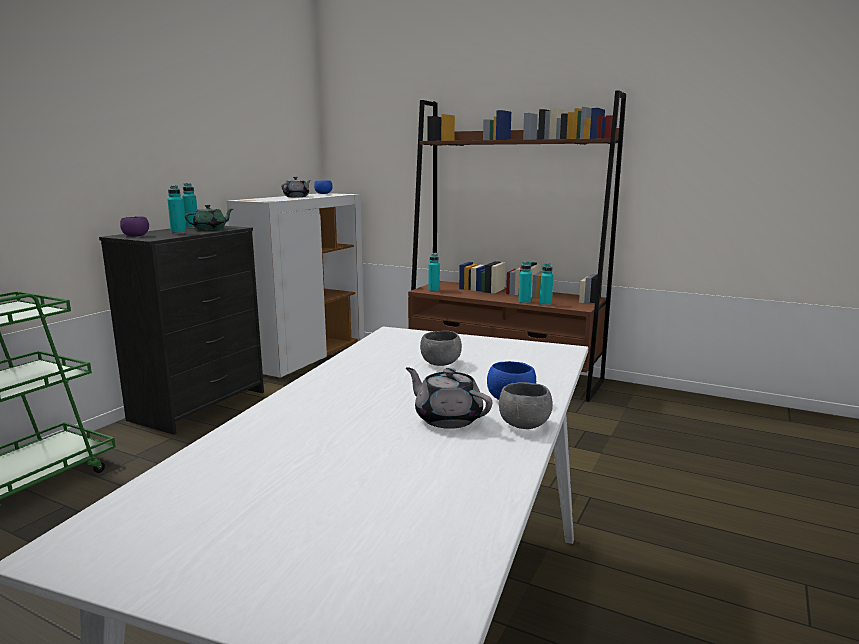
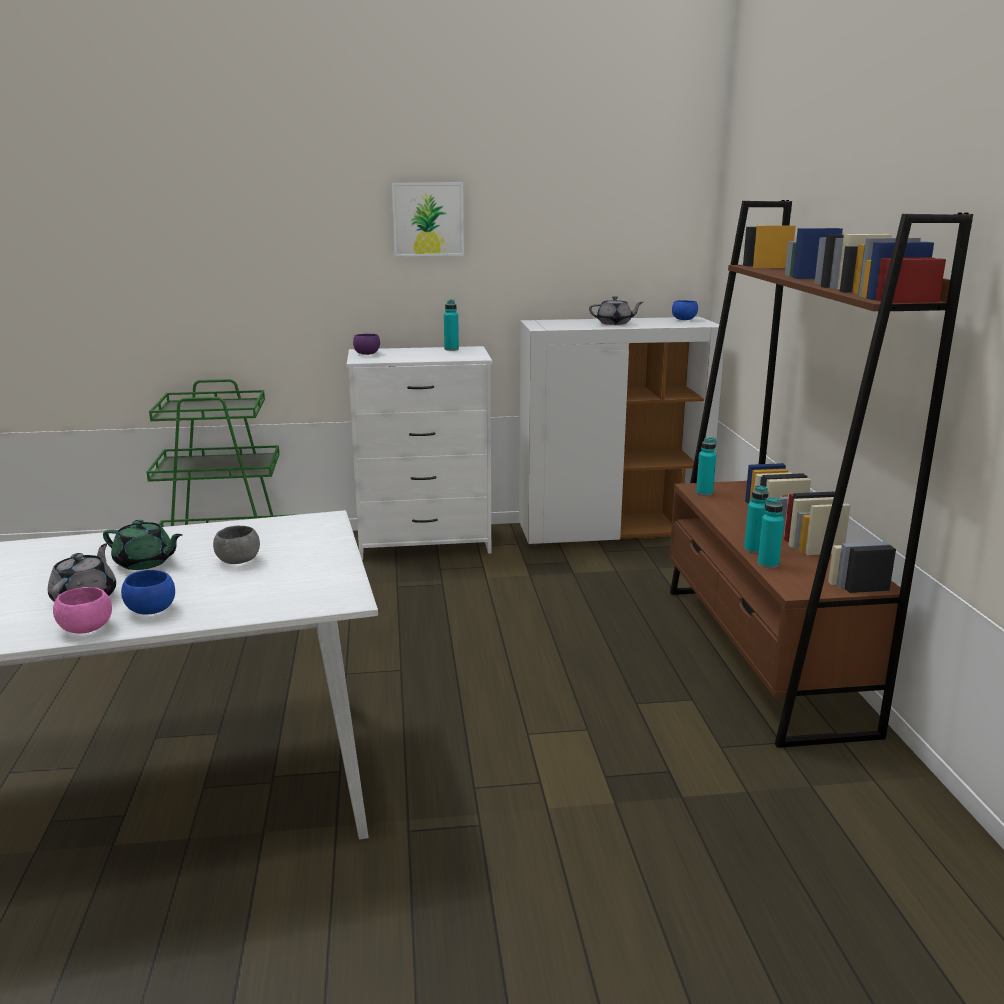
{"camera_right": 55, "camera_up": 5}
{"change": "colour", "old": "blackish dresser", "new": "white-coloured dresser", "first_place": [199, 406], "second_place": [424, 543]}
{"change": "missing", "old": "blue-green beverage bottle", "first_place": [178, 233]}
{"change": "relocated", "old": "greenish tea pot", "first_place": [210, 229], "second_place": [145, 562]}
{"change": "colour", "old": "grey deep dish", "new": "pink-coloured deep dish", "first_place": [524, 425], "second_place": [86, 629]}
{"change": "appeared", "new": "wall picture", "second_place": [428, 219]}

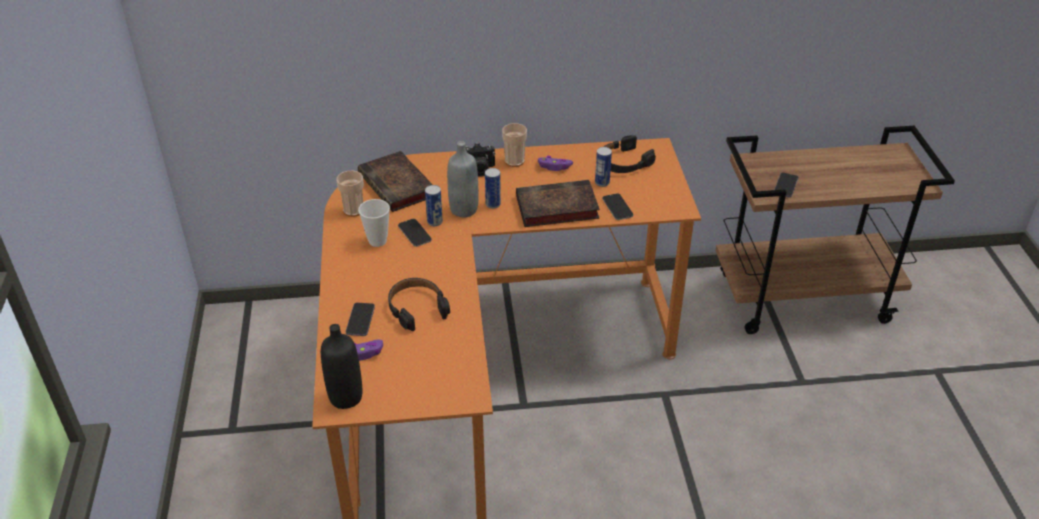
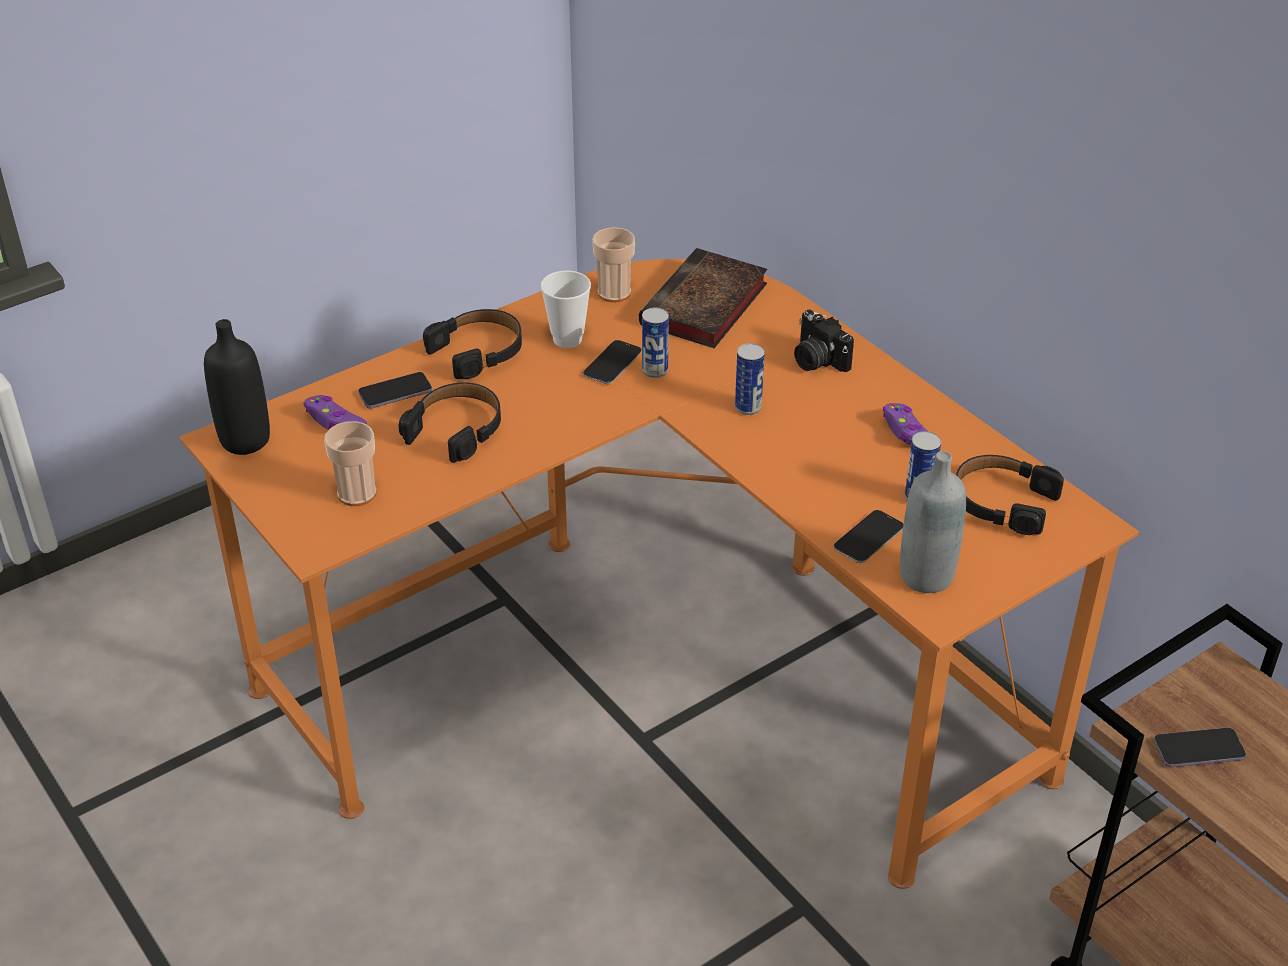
{"camera_right": 60, "camera_up": 0}
{"change": "relocated", "old": "grey beverage bottle", "first_place": [464, 209], "second_place": [926, 576]}
{"change": "relocated", "old": "small cup", "first_place": [514, 161], "second_place": [357, 494]}
{"change": "missing", "old": "volume", "first_place": [555, 208]}
{"change": "appeared", "new": "blackish headset", "second_place": [478, 351]}

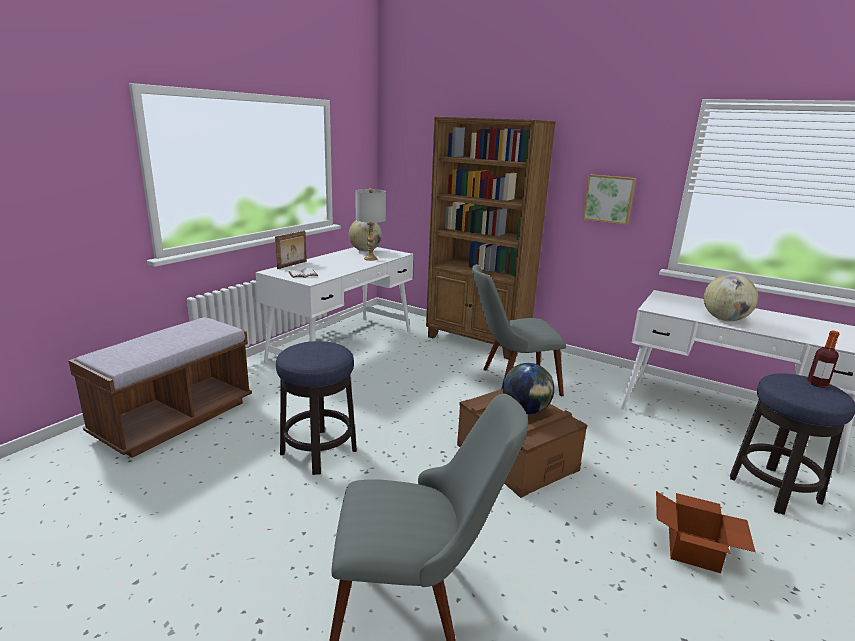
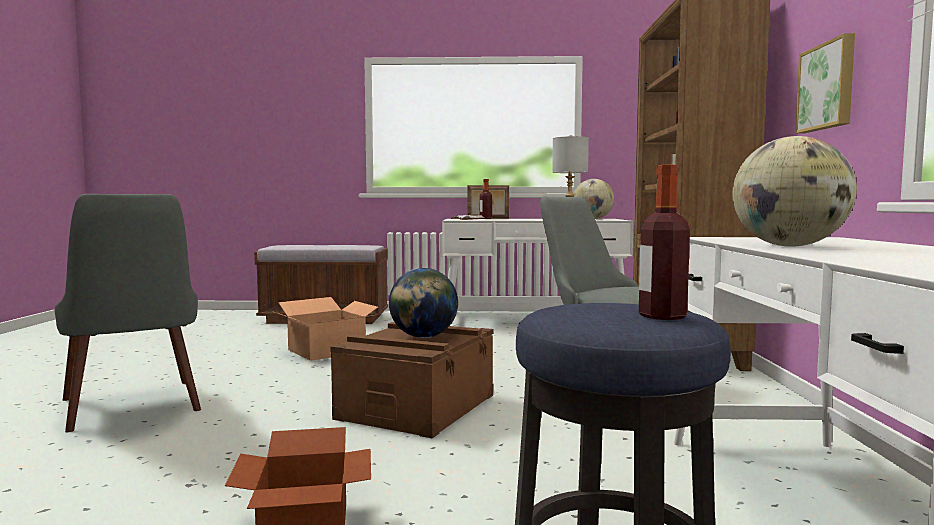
{"camera_right": 60, "camera_up": -15}
{"change": "exchanged", "old": "stool seat", "new": "cardboard box", "first_place": [319, 452], "second_place": [327, 351]}
{"change": "appeared", "new": "beverage bottle", "second_place": [485, 218]}

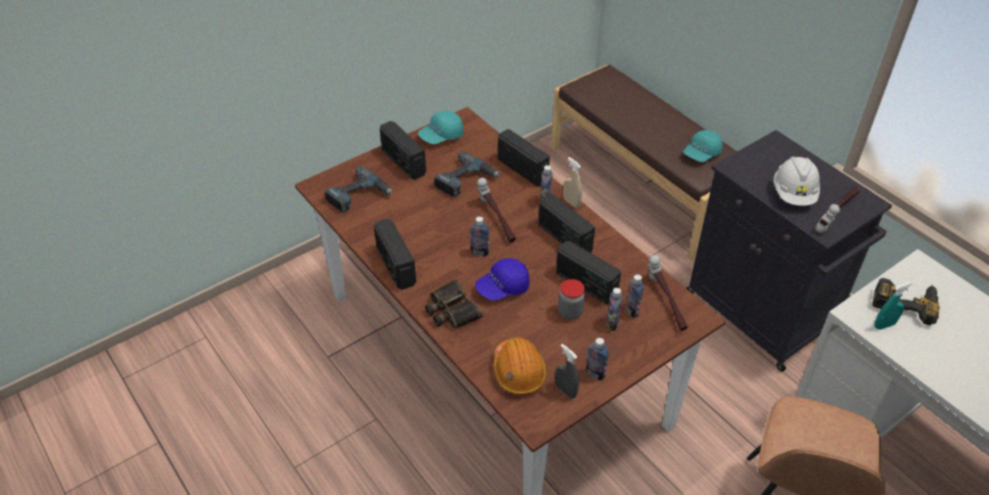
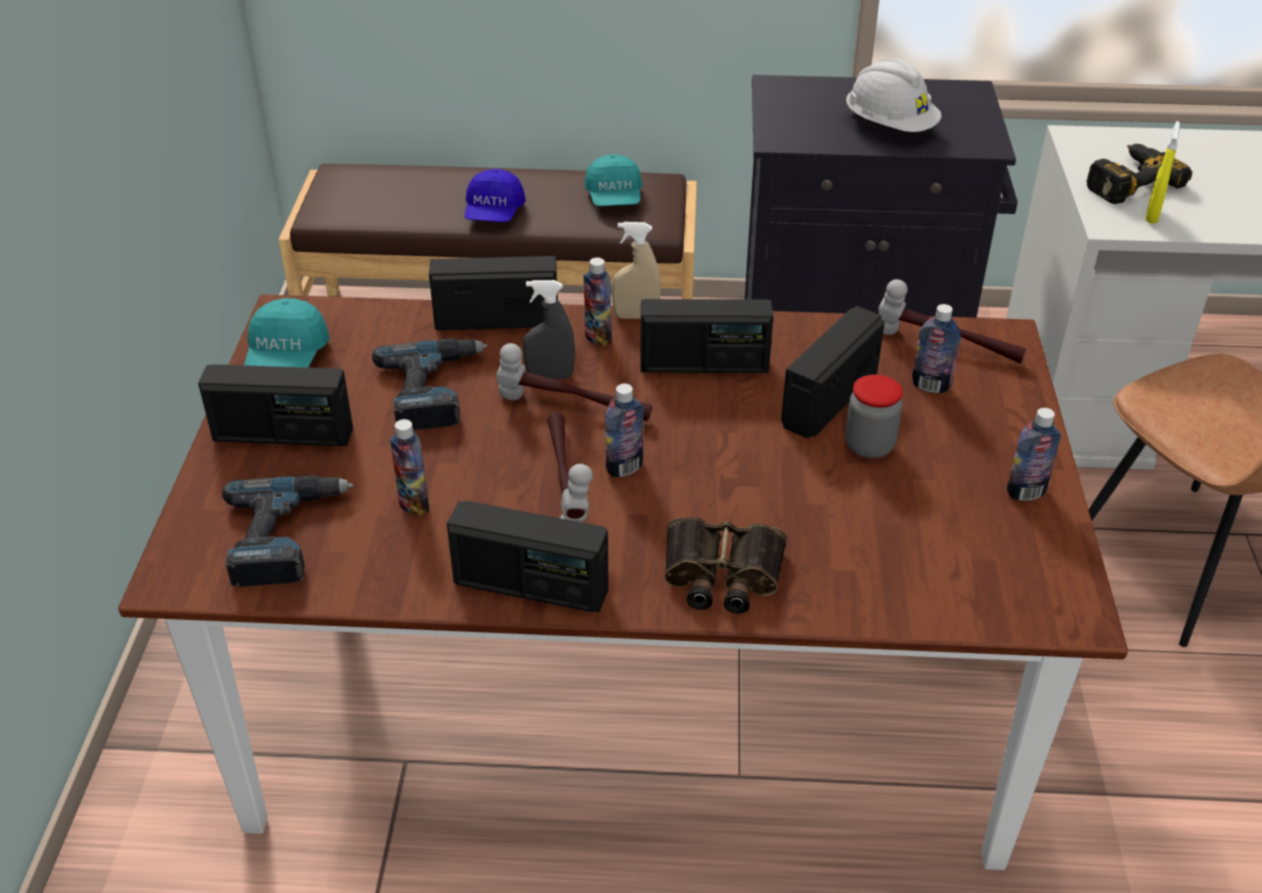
{"camera_right": -50, "camera_up": -5}
{"change": "relocated", "old": "blue peaked cap", "first_place": [502, 288], "second_place": [494, 213]}
{"change": "missing", "old": "orange-coloured safety helmet", "first_place": [519, 371]}
{"change": "relocated", "old": "grey hand sprayer", "first_place": [565, 391], "second_place": [550, 376]}
{"change": "spun", "old": "radio set", "first_place": [586, 284], "second_place": [828, 399], "degrees": 135}
{"change": "relocated", "old": "beverage bottle", "first_place": [612, 324], "second_place": [413, 504]}
{"change": "relocated", "old": "hand hammer", "first_place": [837, 214], "second_place": [566, 482]}
{"change": "colour", "old": "blue-green hand sprayer", "new": "yellowish hand sprayer", "first_place": [884, 325], "second_place": [1152, 215]}

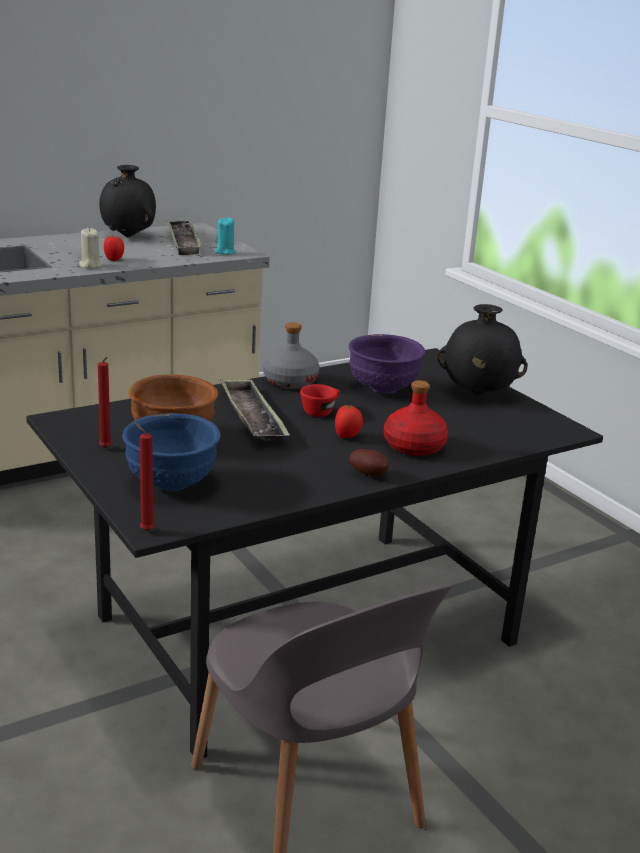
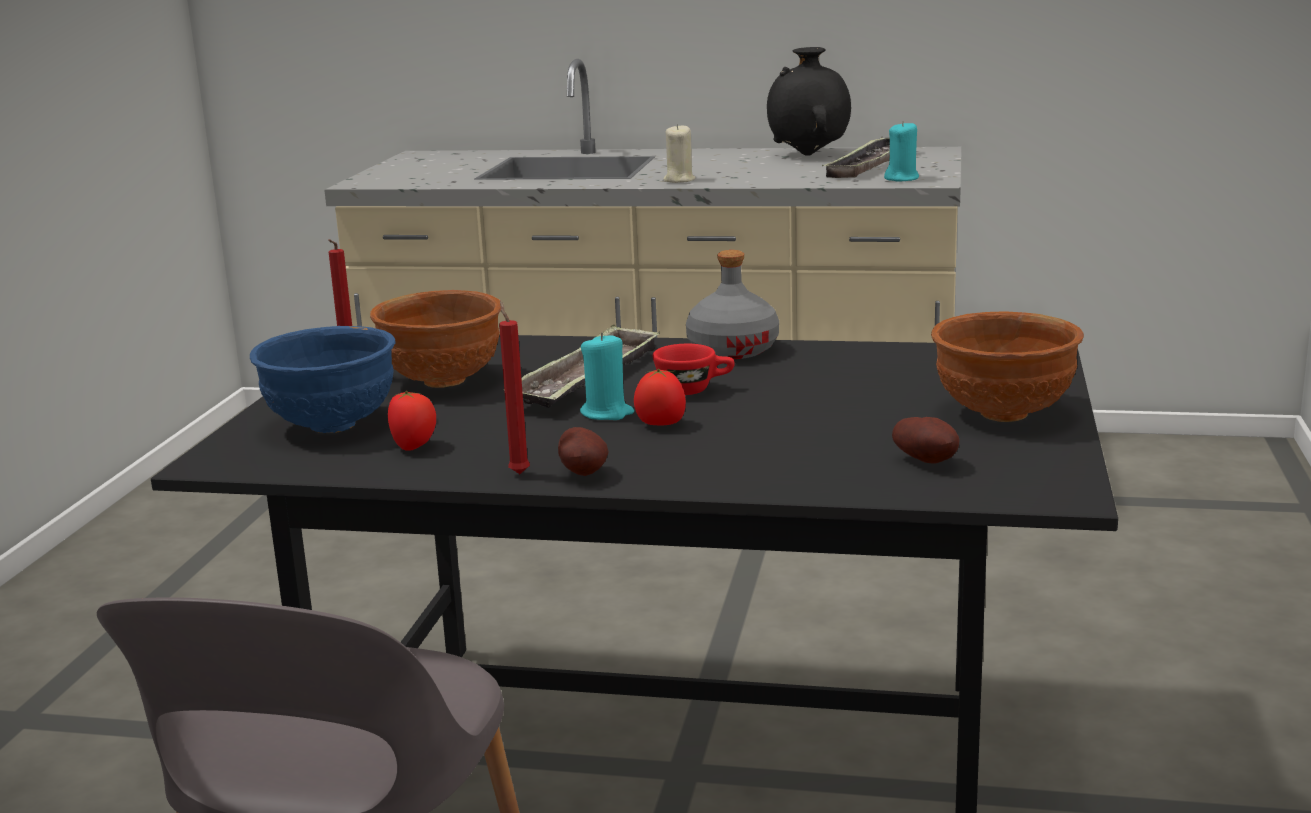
{"camera_right": 45, "camera_up": -5}
{"change": "relocated", "old": "fresh tomato", "first_place": [114, 260], "second_place": [414, 447]}
{"change": "relocated", "old": "red-coloured wax light", "first_place": [145, 530], "second_place": [518, 473]}
{"change": "missing", "old": "purple-coloured deep dish", "first_place": [382, 389]}
{"change": "missing", "old": "red-coloured beverage bottle", "first_place": [414, 447]}
{"change": "exchanged", "old": "blackish vase", "new": "brownish deep dish", "first_place": [477, 394], "second_place": [1001, 414]}
{"change": "appeared", "new": "blue-green wax light", "second_place": [607, 413]}
{"change": "appeared", "new": "whole potato", "second_place": [928, 462]}

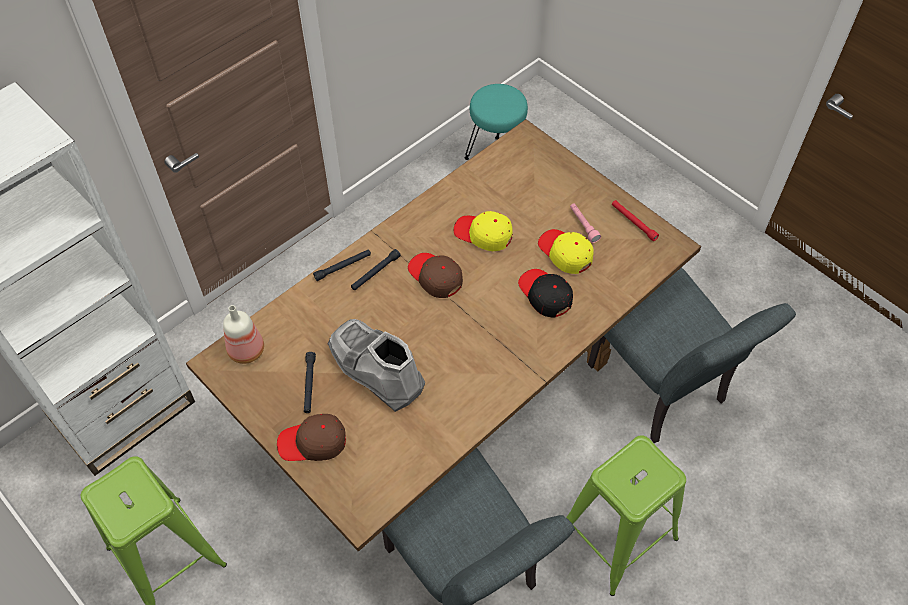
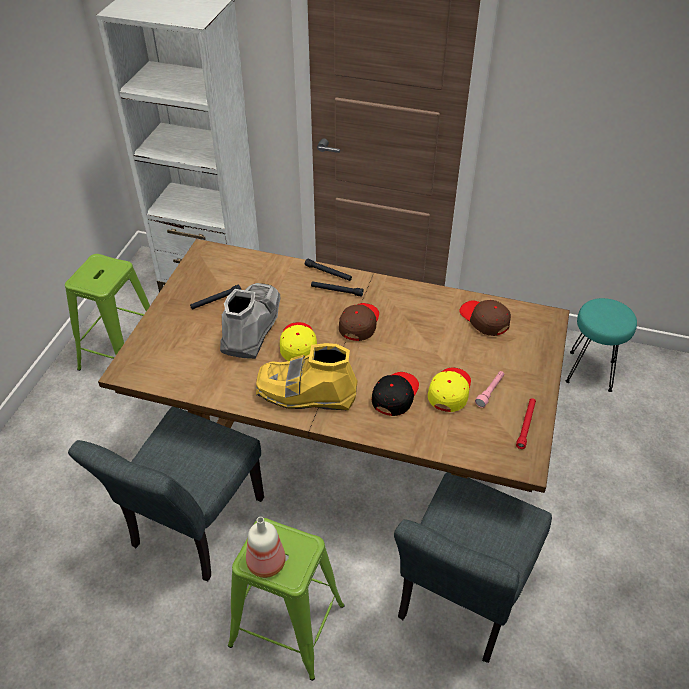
{"camera_right": 60, "camera_up": -10}
{"change": "relocated", "old": "beverage bottle", "first_place": [248, 350], "second_place": [267, 563]}
{"change": "relocated", "old": "brownish peaked cap", "first_place": [313, 442], "second_place": [484, 320]}
{"change": "relocated", "old": "yellowish peaked cap", "first_place": [483, 234], "second_place": [298, 344]}
{"change": "appeared", "new": "yellowish high-top boot", "second_place": [306, 393]}

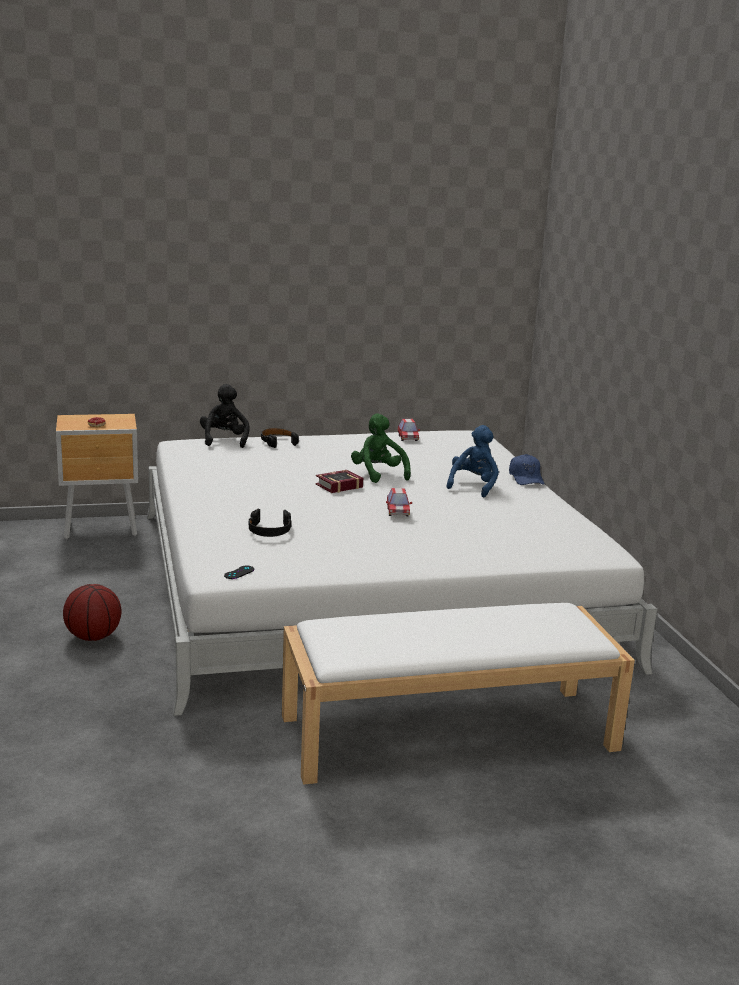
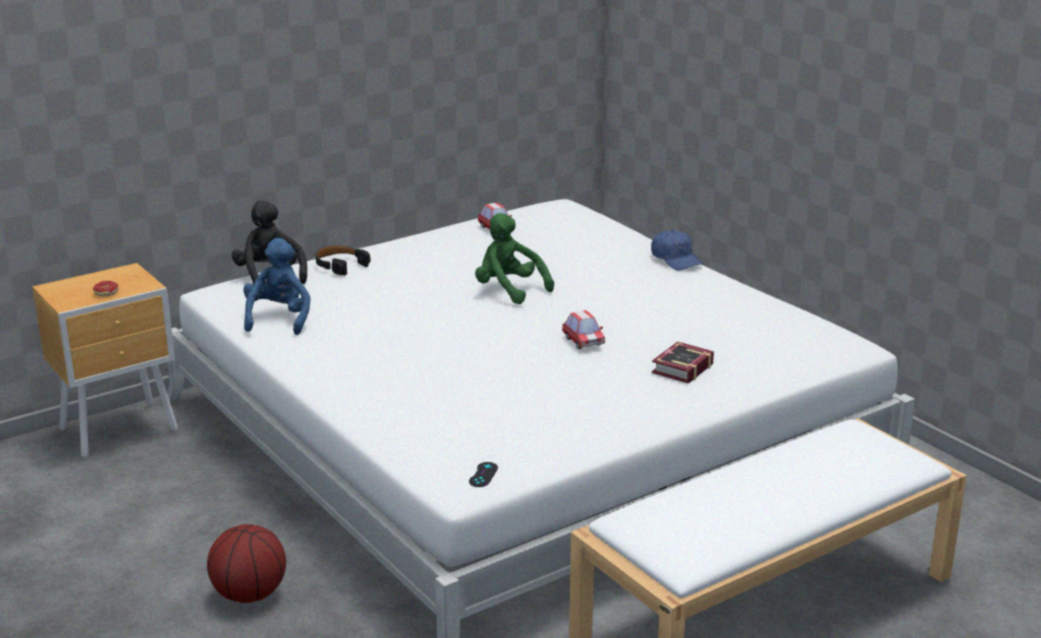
{"camera_right": -20, "camera_up": 5}
{"change": "missing", "old": "blackish headset", "first_place": [269, 530]}
{"change": "relocated", "old": "volume", "first_place": [337, 486], "second_place": [680, 369]}
{"change": "relocated", "old": "blue soft toy", "first_place": [473, 486], "second_place": [279, 319]}

